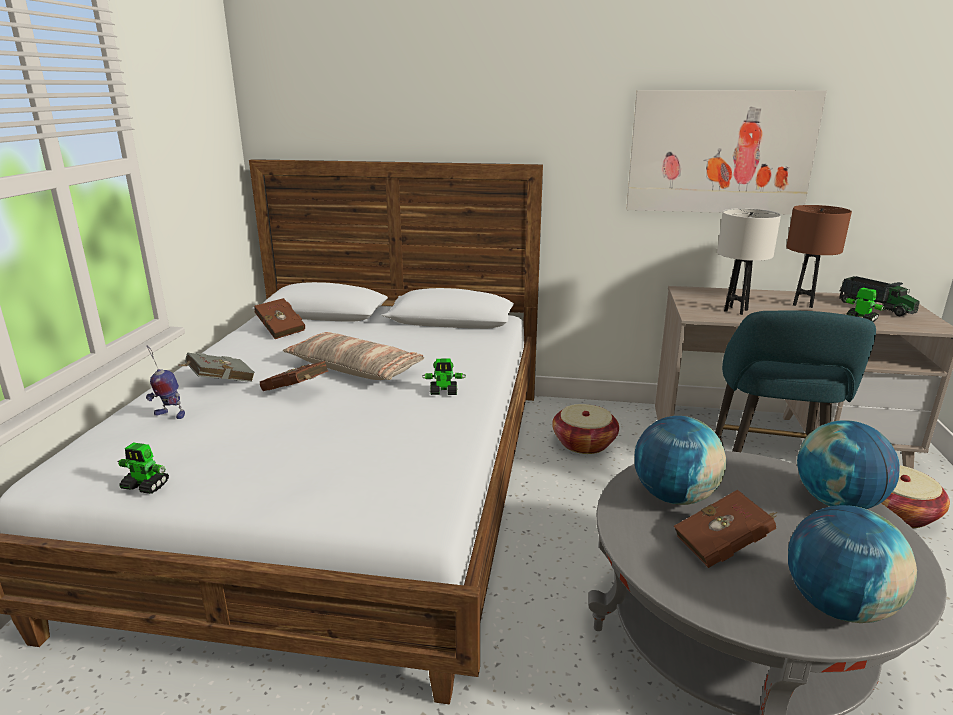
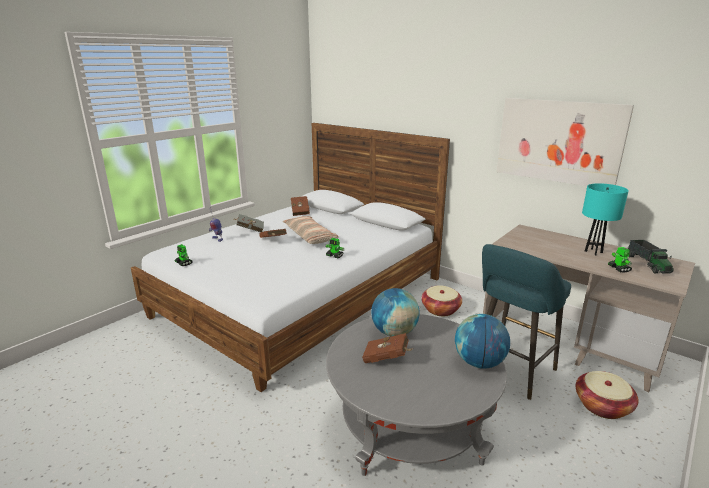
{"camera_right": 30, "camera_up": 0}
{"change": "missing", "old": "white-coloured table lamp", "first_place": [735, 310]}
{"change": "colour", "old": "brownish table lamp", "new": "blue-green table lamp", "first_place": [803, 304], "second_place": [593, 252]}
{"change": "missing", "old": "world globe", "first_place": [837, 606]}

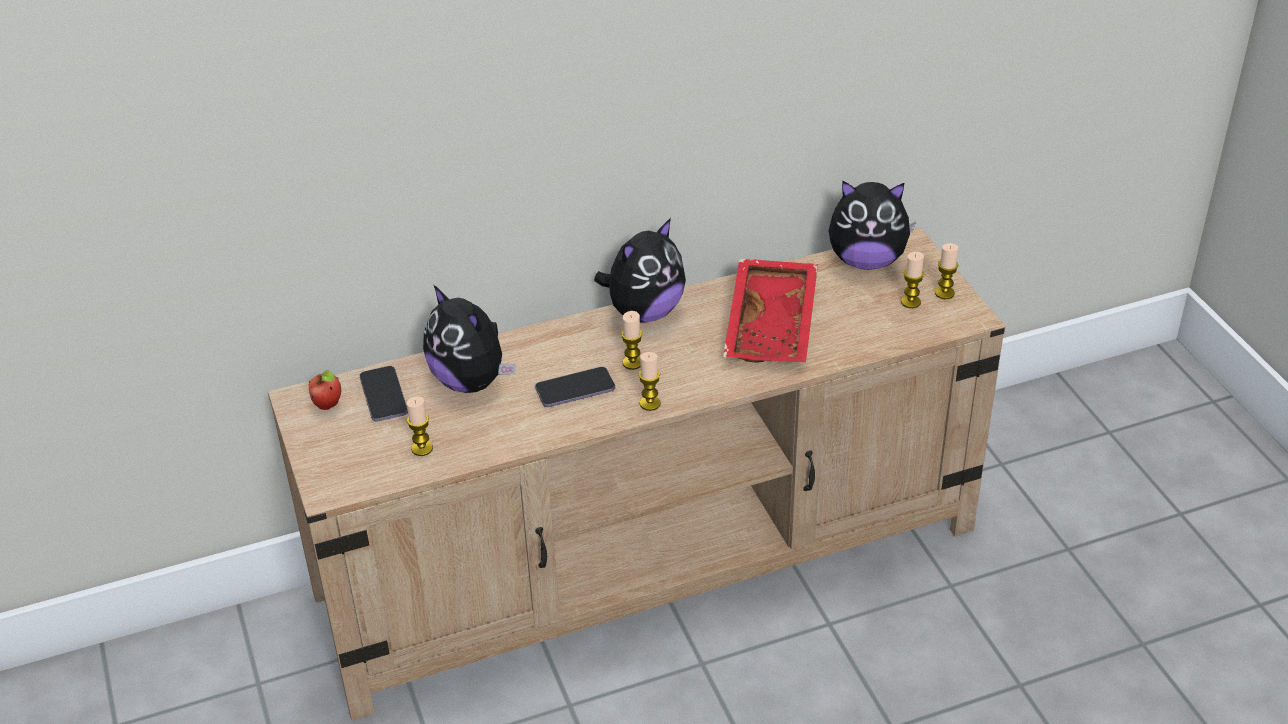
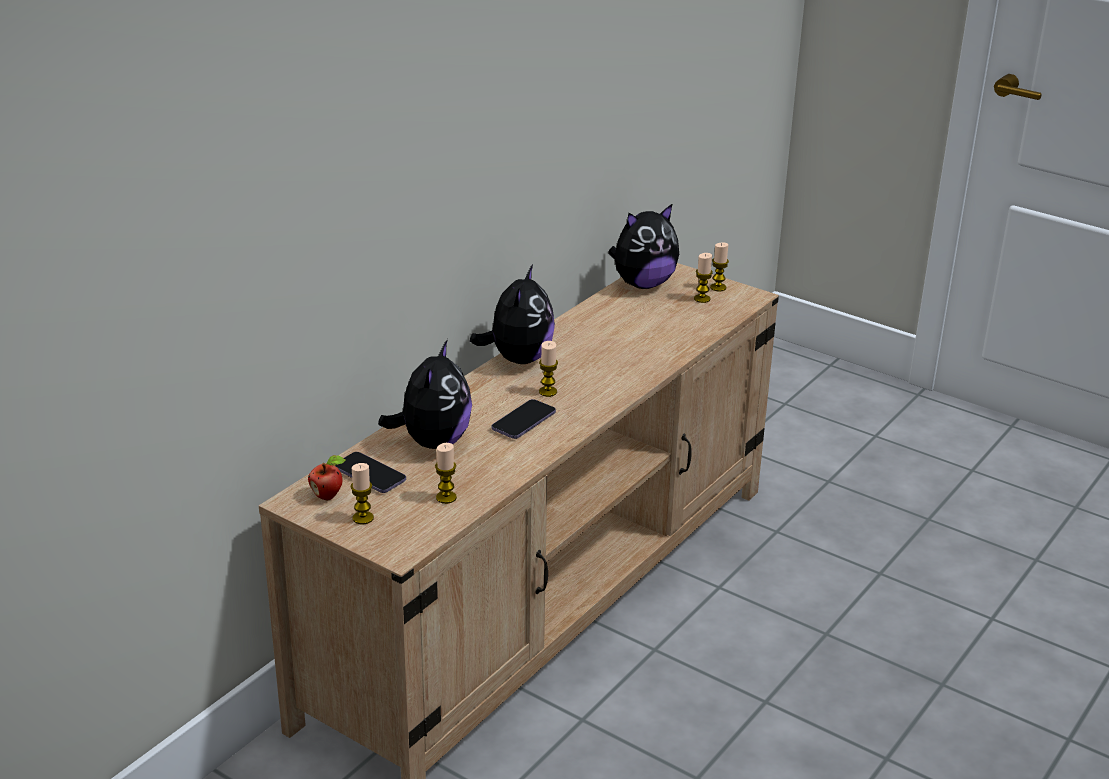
{"camera_right": -35, "camera_up": -10}
{"change": "spun", "old": "soft toy", "first_place": [471, 381], "second_place": [433, 442], "degrees": -90}
{"change": "relocated", "old": "wax light", "first_place": [650, 403], "second_place": [363, 518]}
{"change": "missing", "old": "red-coloured serving tray", "first_place": [774, 326]}

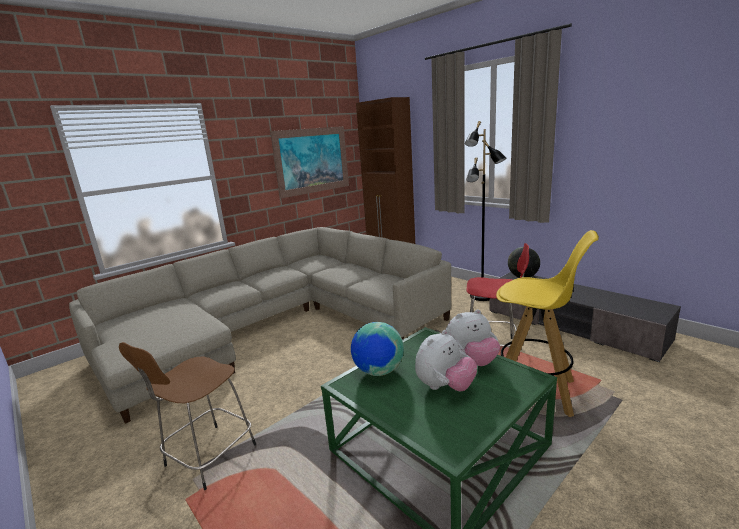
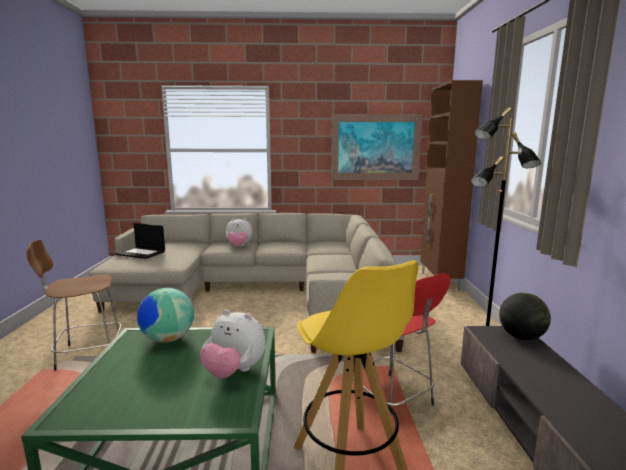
{"camera_right": 40, "camera_up": -5}
{"change": "relocated", "old": "soft toy", "first_place": [445, 387], "second_place": [239, 246]}
{"change": "appeared", "new": "portable computer", "second_place": [142, 253]}

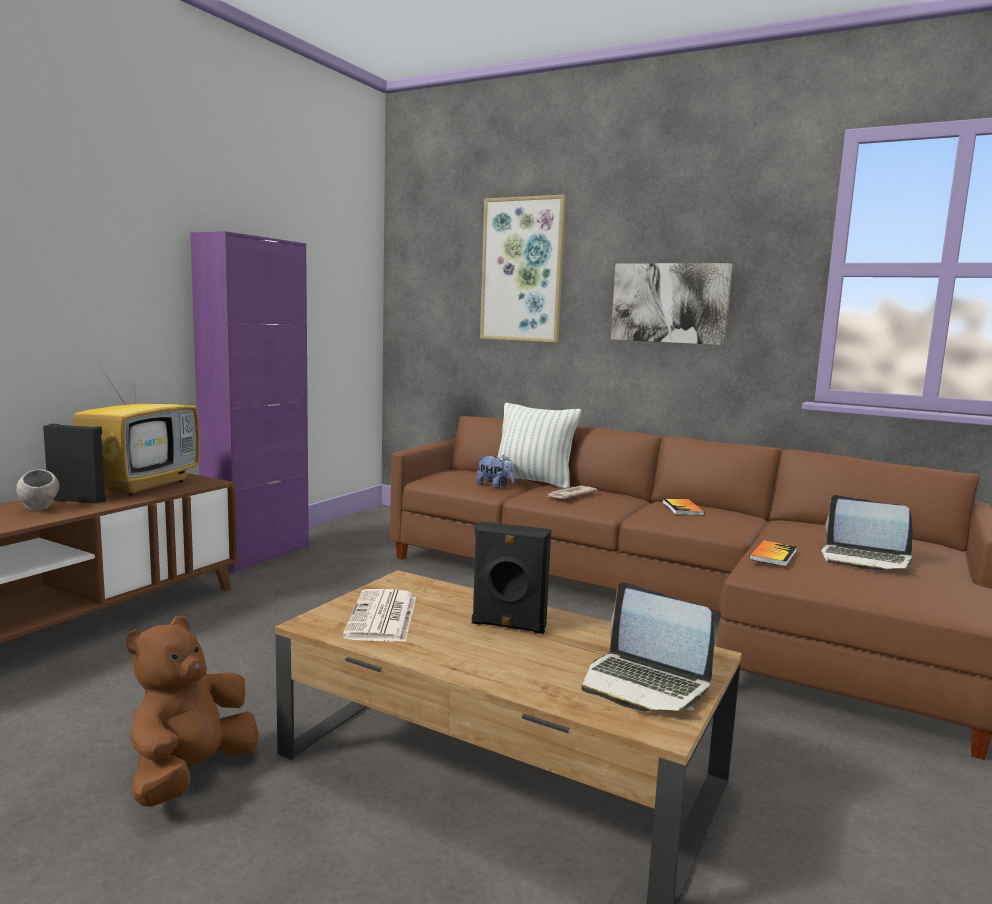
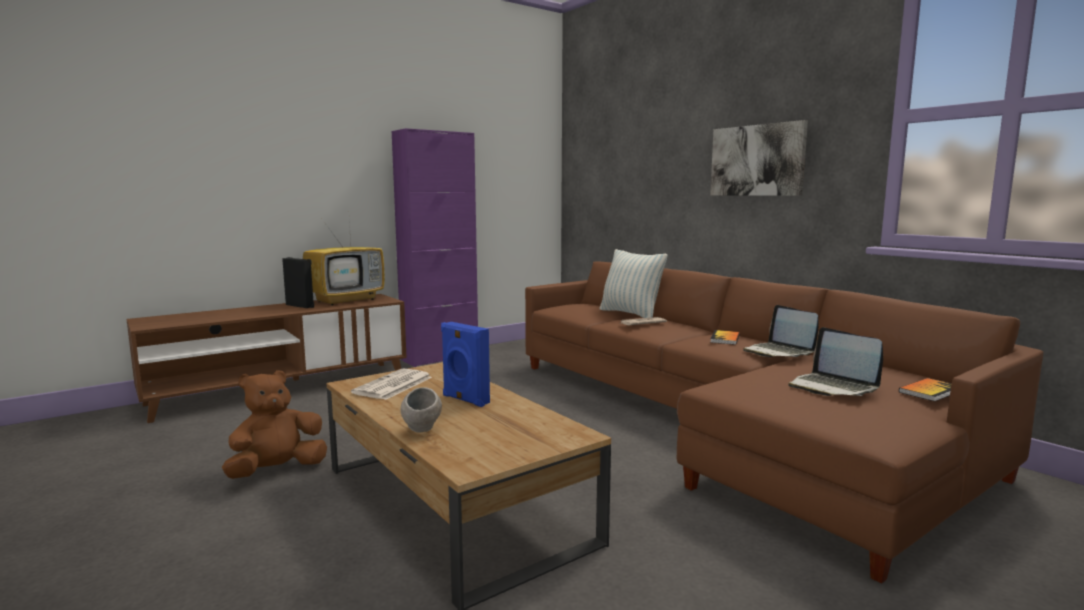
{"camera_right": 25, "camera_up": 0}
{"change": "relocated", "old": "grey deep dish", "first_place": [39, 509], "second_place": [422, 431]}
{"change": "colour", "old": "blackish loudspeaker", "new": "blue loudspeaker", "first_place": [508, 626], "second_place": [464, 400]}
{"change": "missing", "old": "soft toy", "first_place": [495, 486]}
{"change": "missing", "old": "wall picture", "first_place": [522, 270]}
{"change": "relocated", "old": "portable computer", "first_place": [644, 684], "second_place": [779, 352]}
{"change": "relocated", "old": "volume", "first_place": [773, 555], "second_place": [929, 391]}

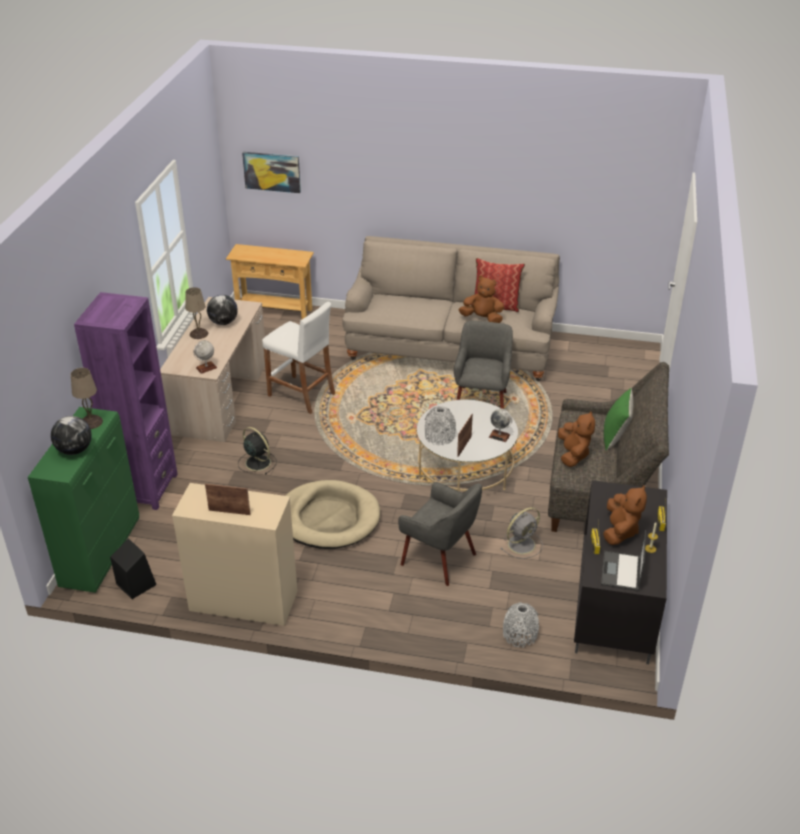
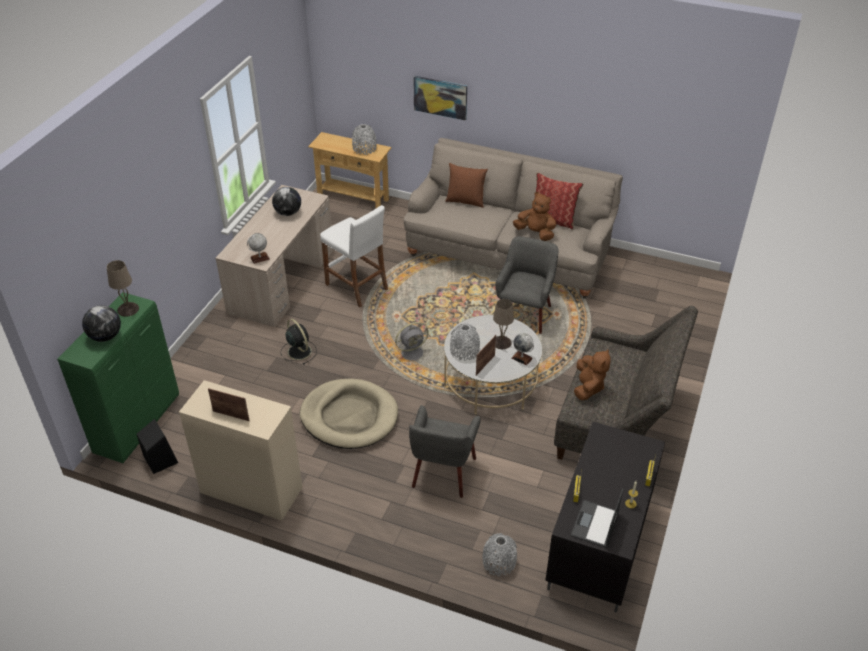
{"camera_right": 10, "camera_up": 5}
{"change": "missing", "old": "purple-coloured shelving unit", "first_place": [145, 488]}
{"change": "relocated", "old": "beige-coloured table lamp", "first_place": [198, 334], "second_place": [501, 342]}
{"change": "relocated", "old": "wall picture", "first_place": [272, 172], "second_place": [440, 97]}
{"change": "spun", "old": "grey easy chair", "first_place": [439, 559], "second_place": [442, 472], "degrees": 60}
{"change": "relocated", "old": "grey electric fan", "first_place": [522, 544], "second_place": [413, 352]}
{"change": "missing", "old": "brownish soft toy", "first_place": [620, 531]}
{"change": "missing", "old": "greenish throw pillow", "first_place": [615, 437]}
{"change": "appeared", "new": "grey vase", "second_place": [364, 149]}
{"change": "appeared", "new": "brownish throw pillow", "second_place": [465, 201]}

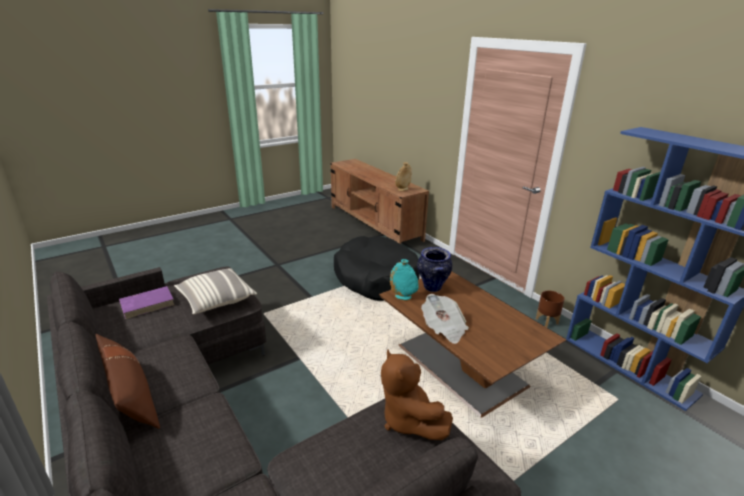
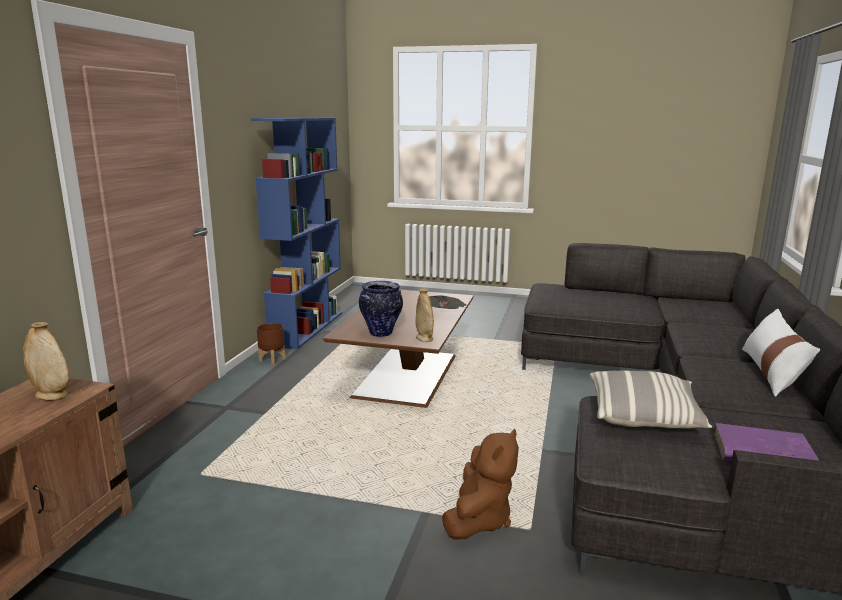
{"camera_right": -130, "camera_up": -10}
{"change": "colour", "old": "brownish throw pillow", "new": "white-coloured throw pillow", "first_place": [131, 396], "second_place": [772, 372]}
{"change": "missing", "old": "blackish dog cushion", "first_place": [376, 278]}
{"change": "relocated", "old": "brownish soft toy", "first_place": [408, 420], "second_place": [479, 519]}
{"change": "colour", "old": "blue-green vase", "new": "beige-coloured vase", "first_place": [403, 297], "second_place": [424, 338]}

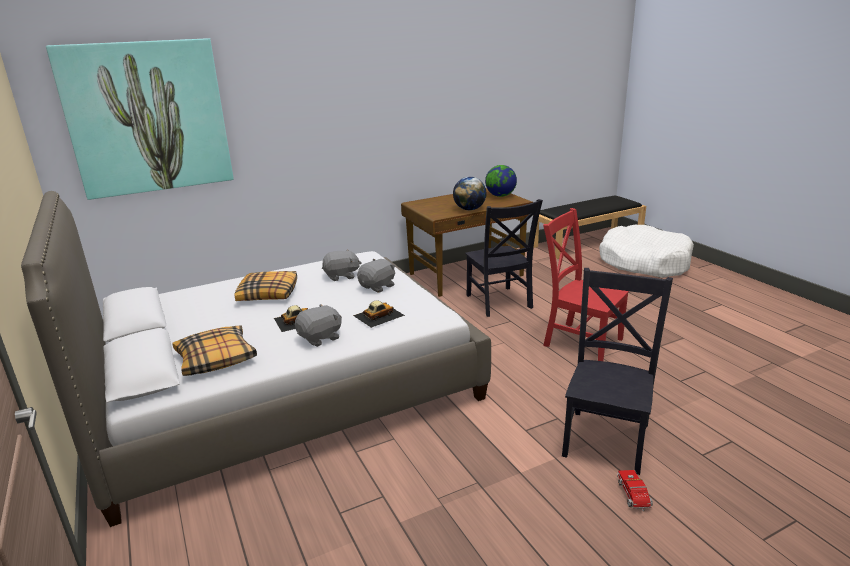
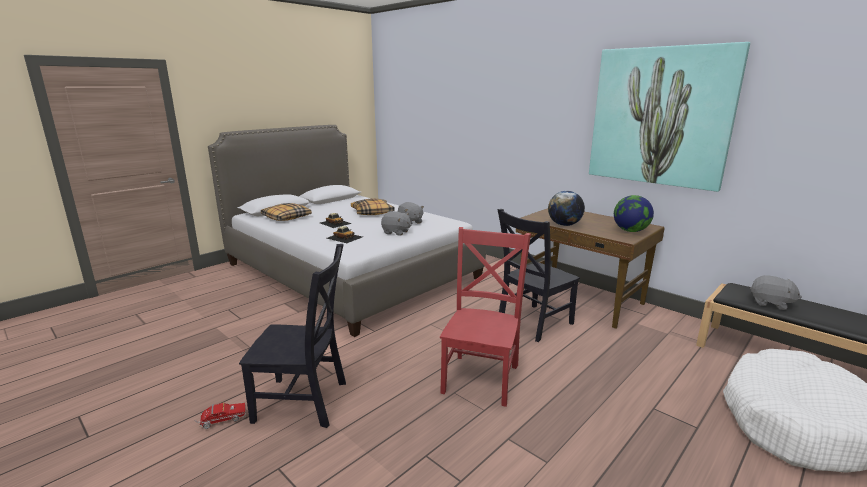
{"camera_right": 70, "camera_up": -5}
{"change": "relocated", "old": "wall picture", "first_place": [148, 118], "second_place": [660, 117]}
{"change": "relocated", "old": "grey soft toy", "first_place": [320, 338], "second_place": [771, 303]}

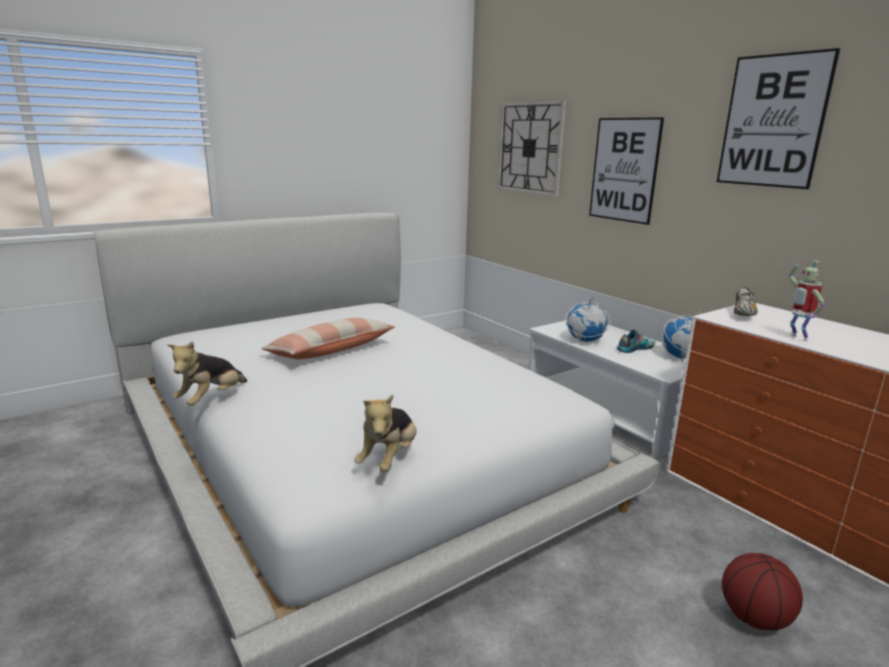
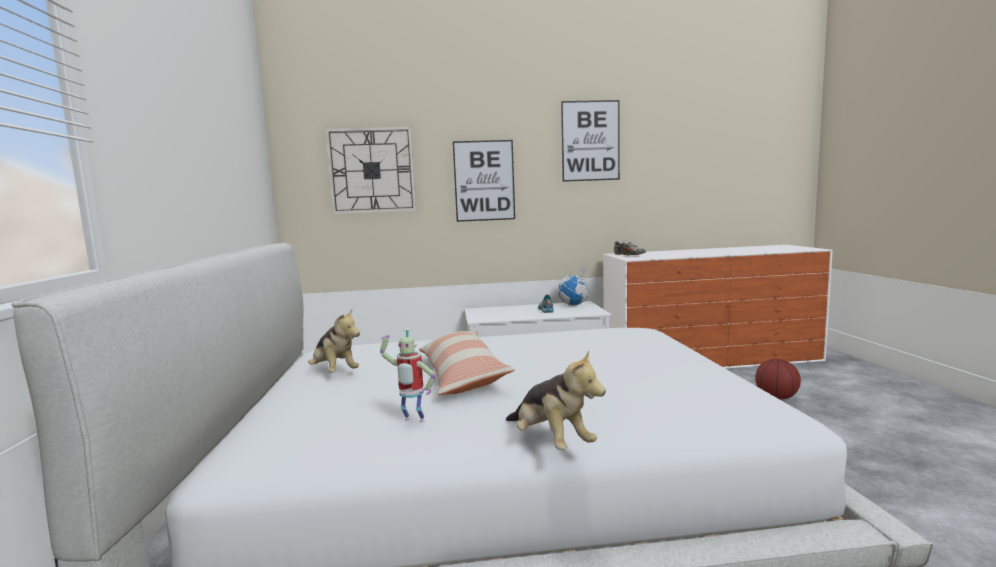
{"camera_right": -60, "camera_up": -10}
{"change": "relocated", "old": "soft toy", "first_place": [389, 459], "second_place": [334, 372]}
{"change": "missing", "old": "world globe", "first_place": [584, 341]}
{"change": "relocated", "old": "robot figure", "first_place": [796, 338], "second_place": [412, 422]}

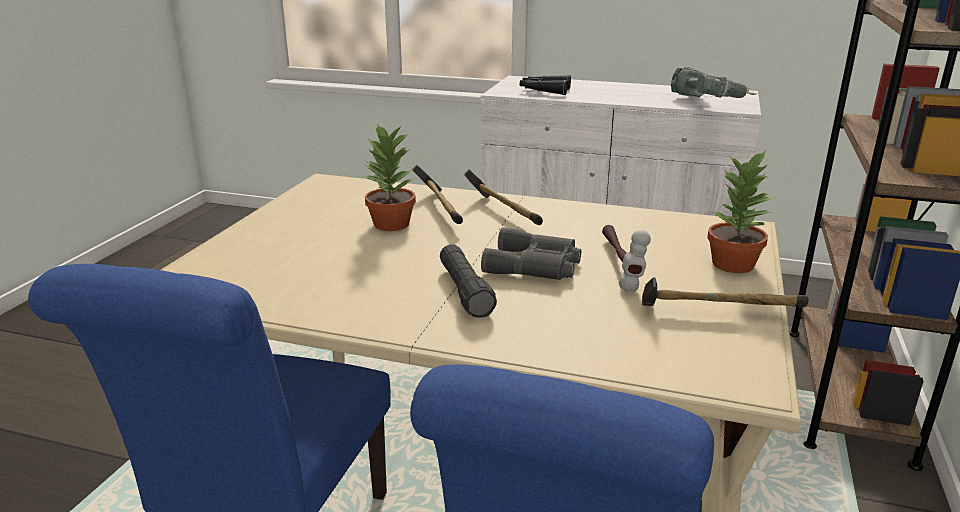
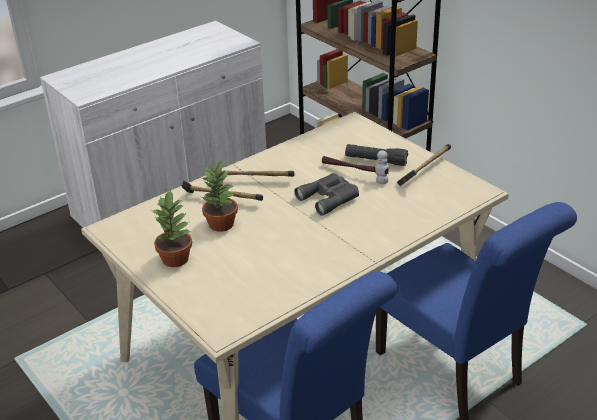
{"camera_right": -55, "camera_up": 10}
{"change": "relocated", "old": "blackish torch", "first_place": [465, 291], "second_place": [376, 161]}
{"change": "missing", "old": "blackish pair of binoculars", "first_place": [544, 91]}
{"change": "missing", "old": "drill", "first_place": [708, 103]}
{"change": "relocated", "old": "potted plant", "first_place": [734, 265], "second_place": [176, 259]}

